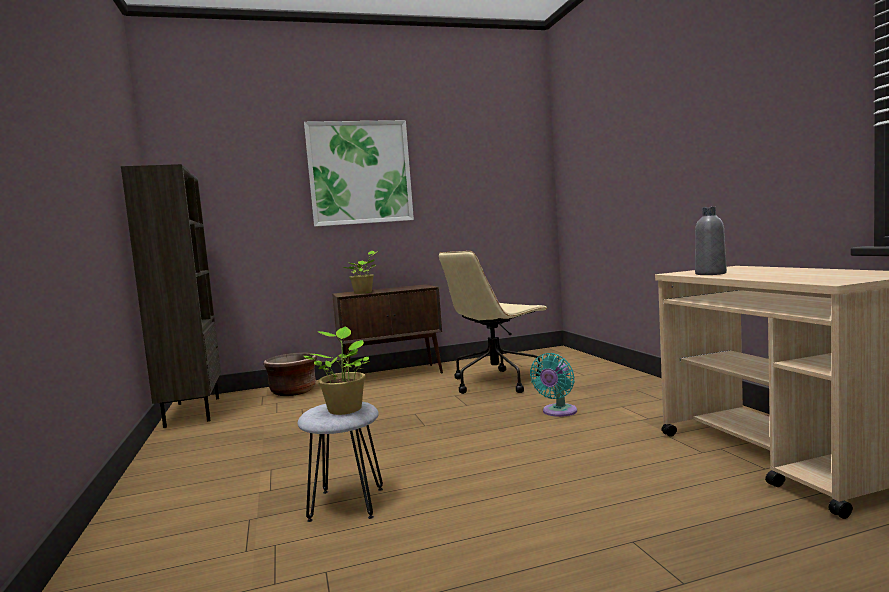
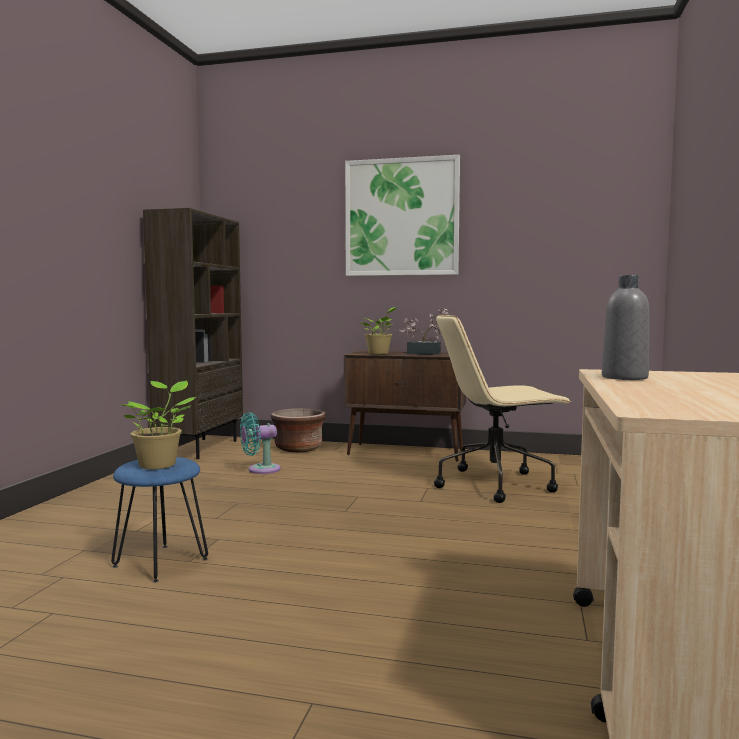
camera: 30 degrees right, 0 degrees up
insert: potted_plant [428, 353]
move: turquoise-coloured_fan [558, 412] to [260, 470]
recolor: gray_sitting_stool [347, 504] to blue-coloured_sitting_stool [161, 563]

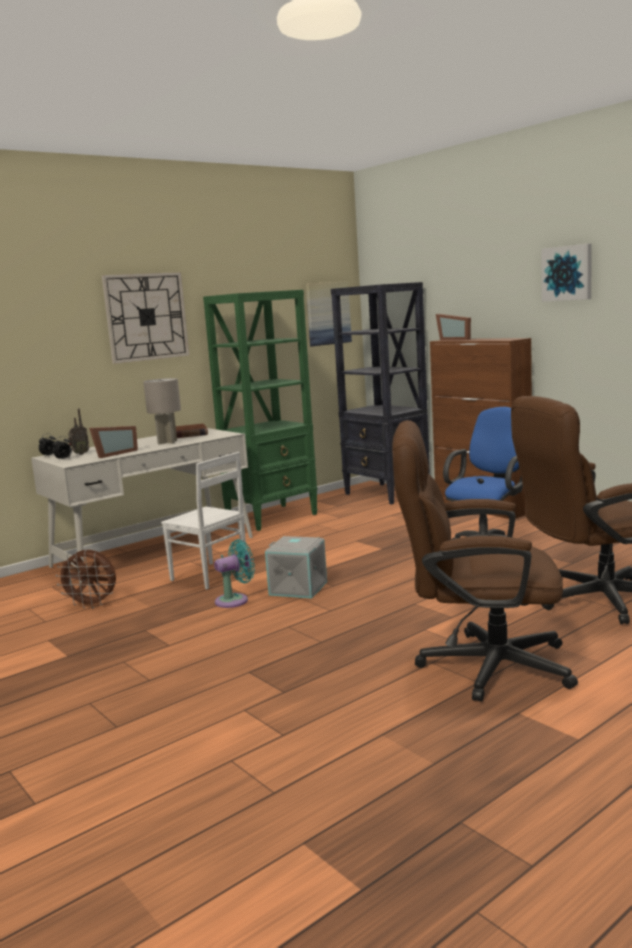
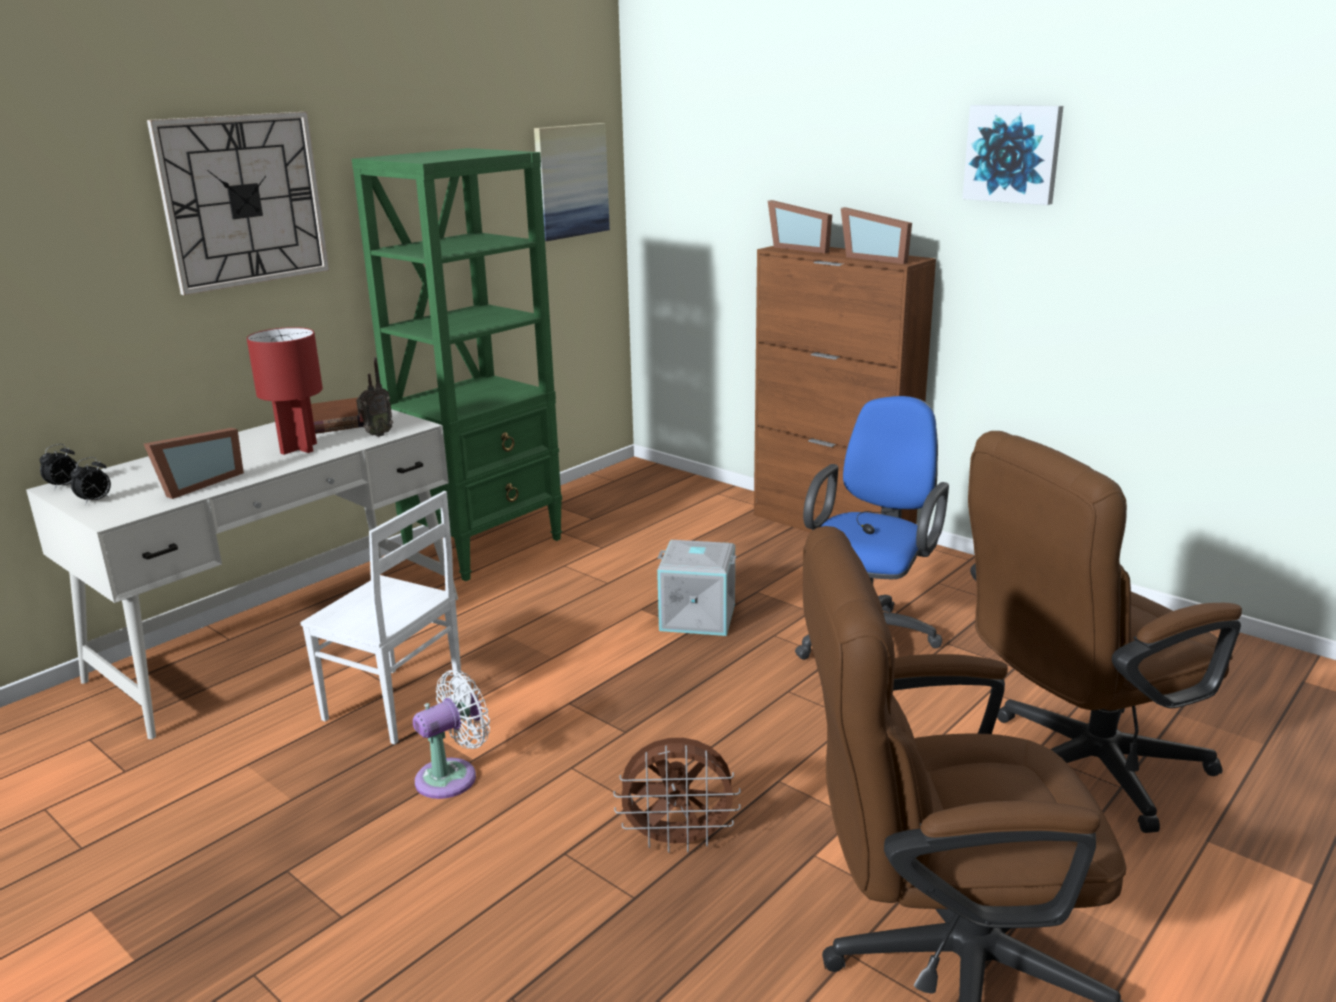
camera: 10 degrees left, 10 degrees up
delete: black_shelving_unit [387, 494]
insert: photo_frame [877, 258]
move: radio_receiver [79, 454] to [376, 435]; brown_fan [92, 605] to [678, 840]; gray_storage_container [299, 588] to [698, 616]
recolor: gray_tabletop_lamp [167, 442] to red-coloured_tabletop_lamp [299, 448]; turquoise-coloured_fan [235, 600] to white_fan [452, 776]

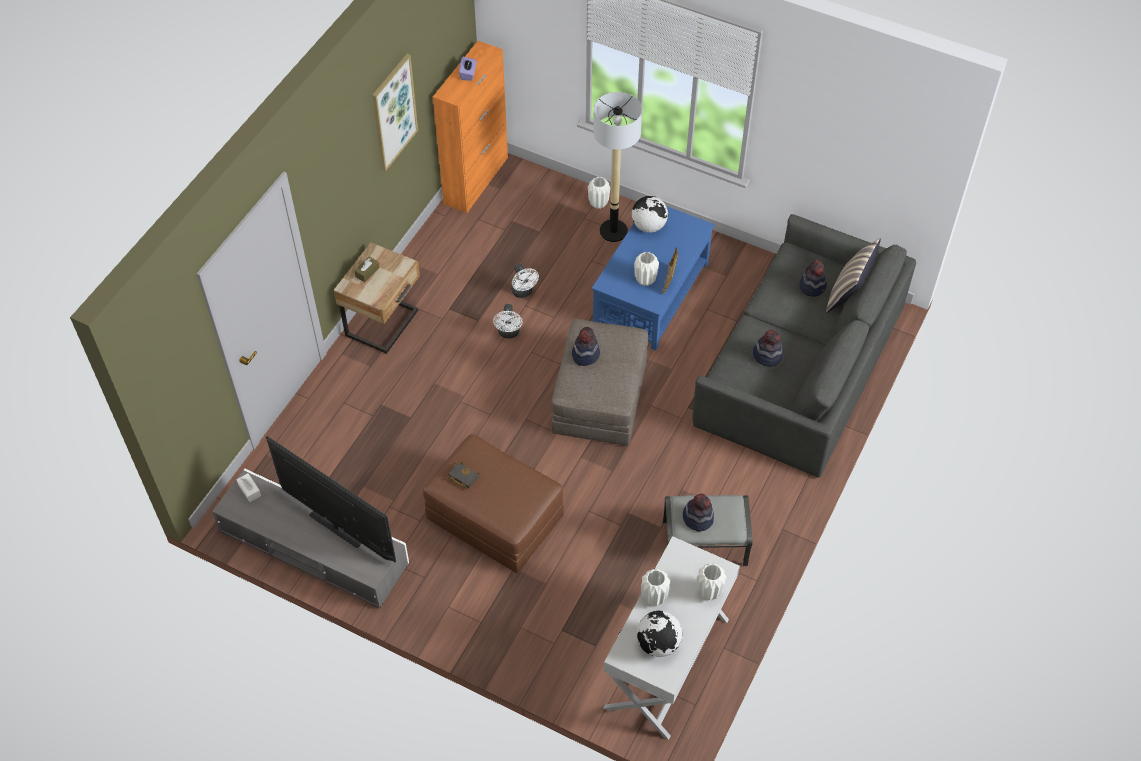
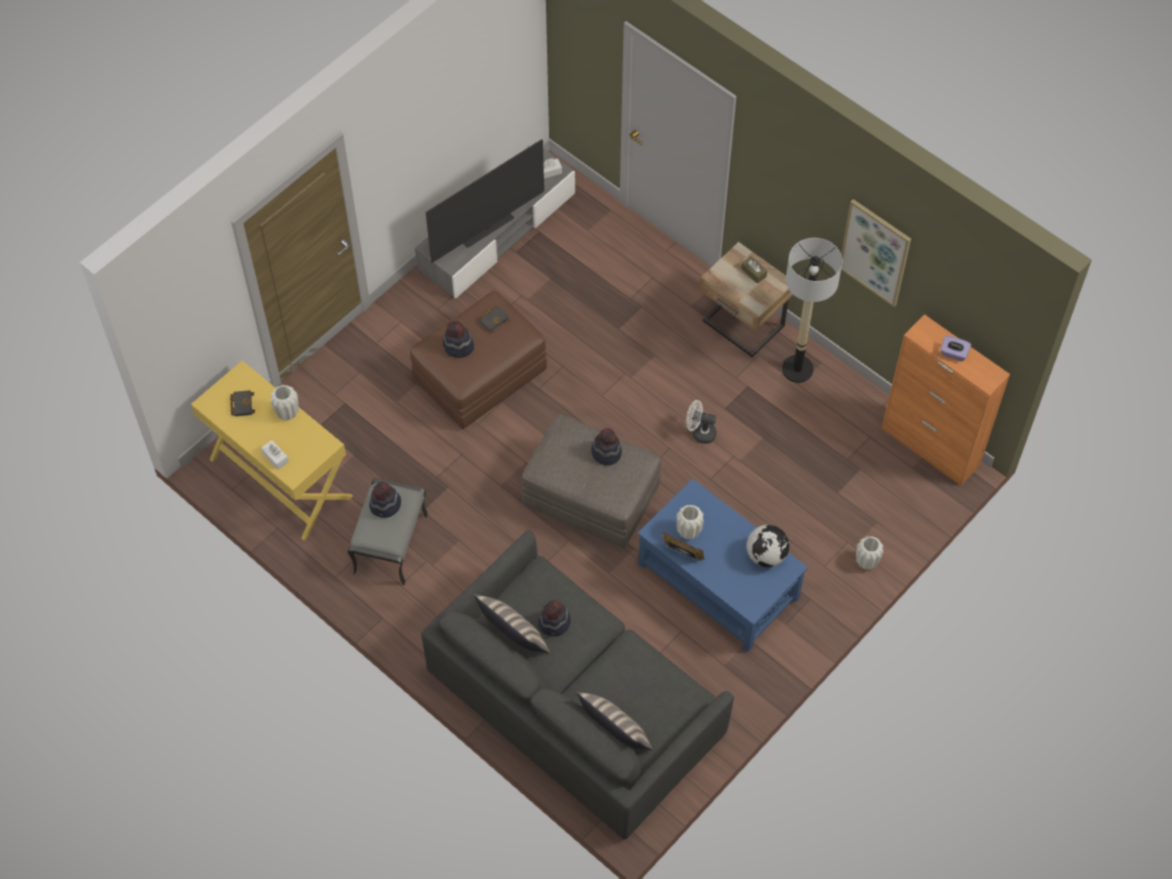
camera: 105 degrees right, 5 degrees up
delete: white_fan [523, 292]
insert: throw_pillow [513, 639]
move: wearable_hat [812, 286] to [458, 347]; standard_lamp [613, 231] to [797, 369]
replace: desk_globe [658, 644] to black_book [241, 404]; white_flower_vase [709, 592] to white_box_of_tissues [275, 457]
recolor: white_hall_table [667, 663] to yellow_hall_table [280, 478]

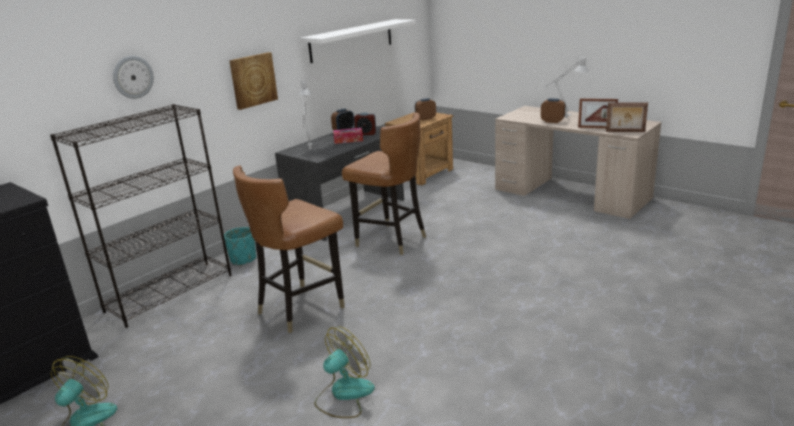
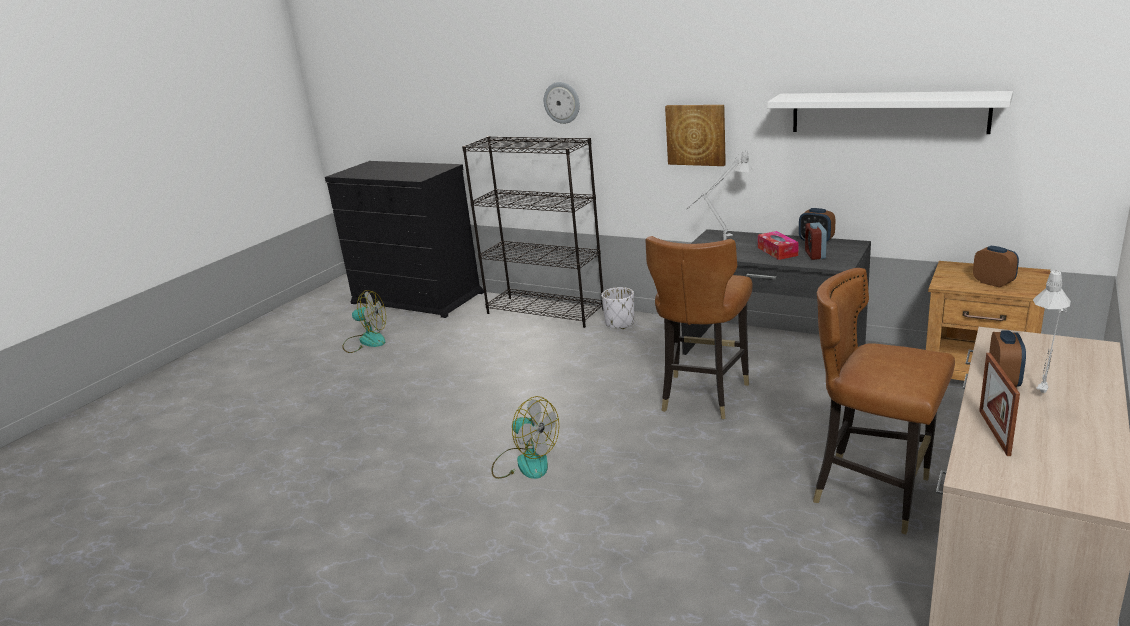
camera: 80 degrees right, 0 degrees up
delete: photo_frame [625, 132]
move: fan [344, 394] to [525, 462]; brown_upright_chair [300, 308] to [874, 493]
recolor: turquoise-coloured_flower_pot [243, 259] to white_flower_pot [620, 323]

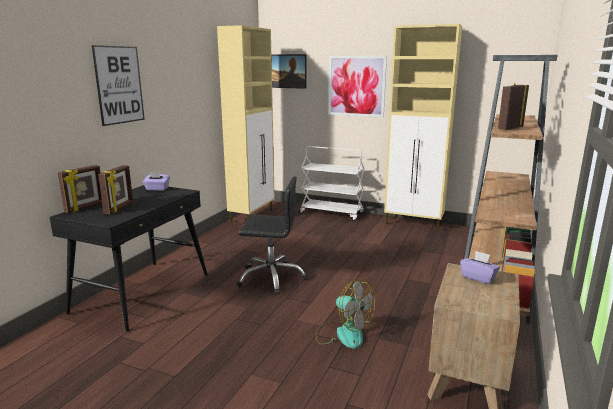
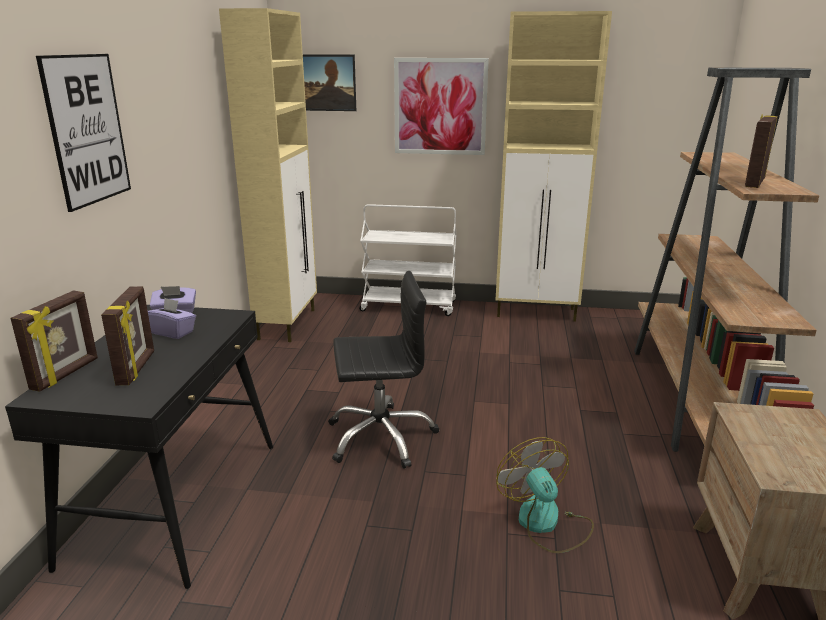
camera: 15 degrees left, 5 degrees up
move: purplish_box_of_tissues [478, 277] to [172, 332]
rotate: fan [343, 333] = [546, 523] 135 degrees counterclockwise

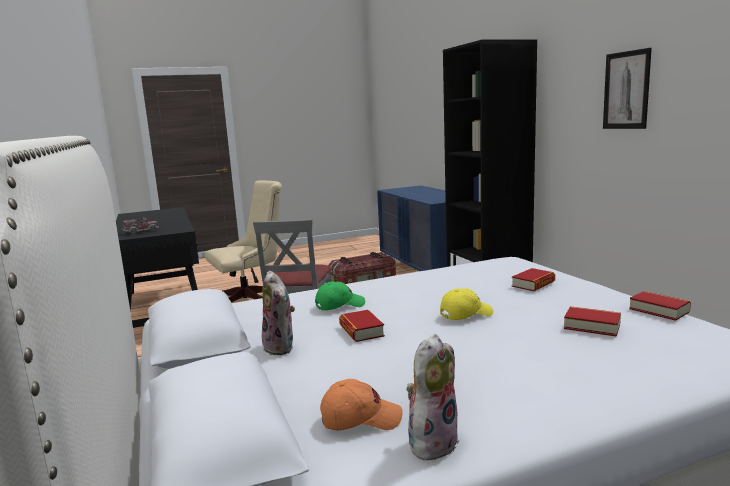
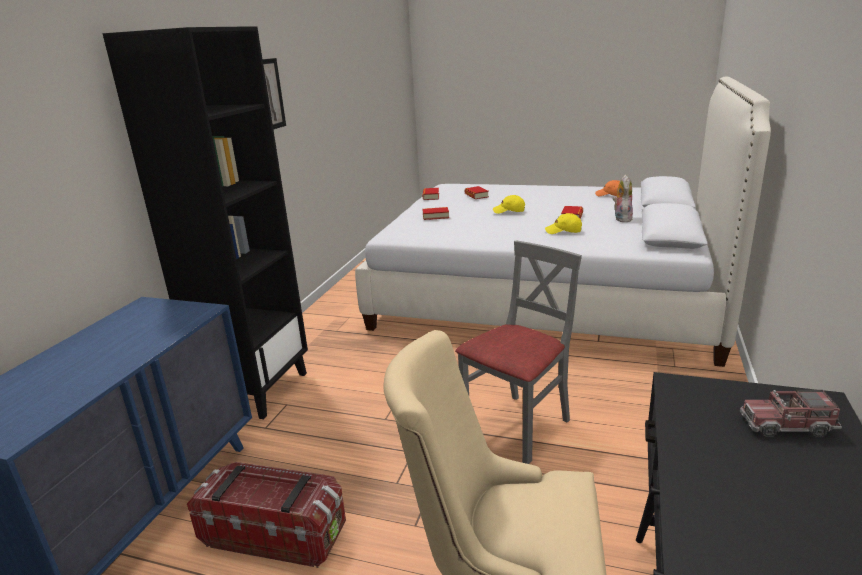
camera: 140 degrees left, 10 degrees up
delete: plush_toy [432, 441]
recolor: green-coloured_baseball_cap [340, 305] to yellow_baseball_cap [563, 231]

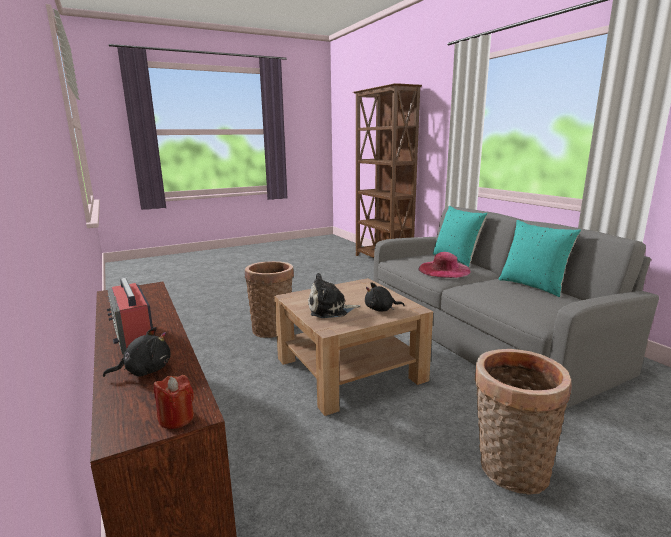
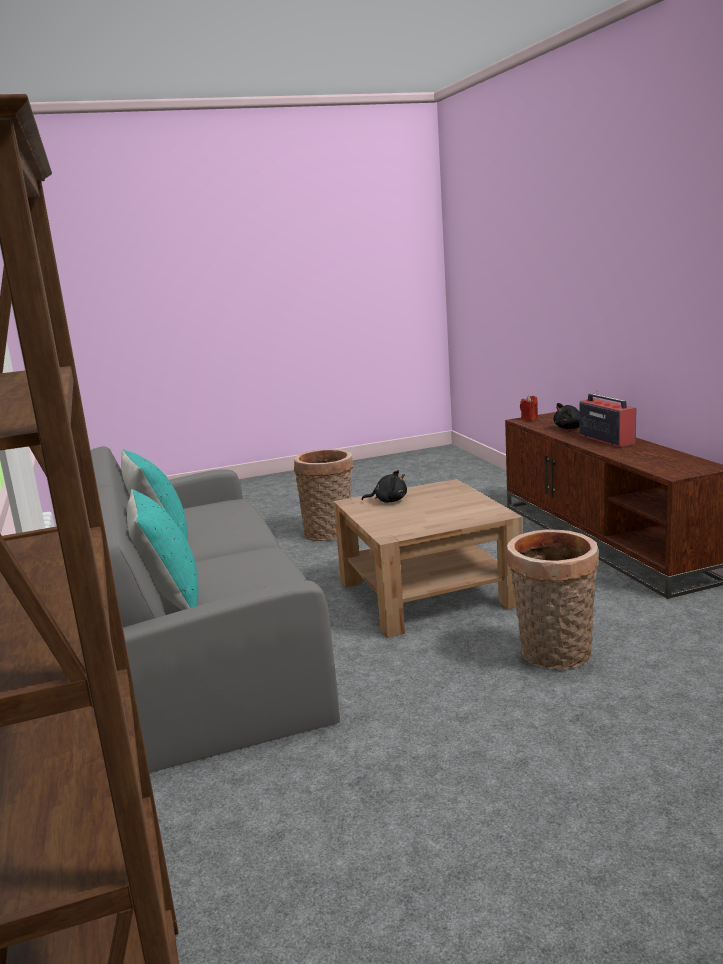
camera: 170 degrees left, 0 degrees up
delete: plush_toy [330, 310]; pinkish_wearable_hat [444, 270]

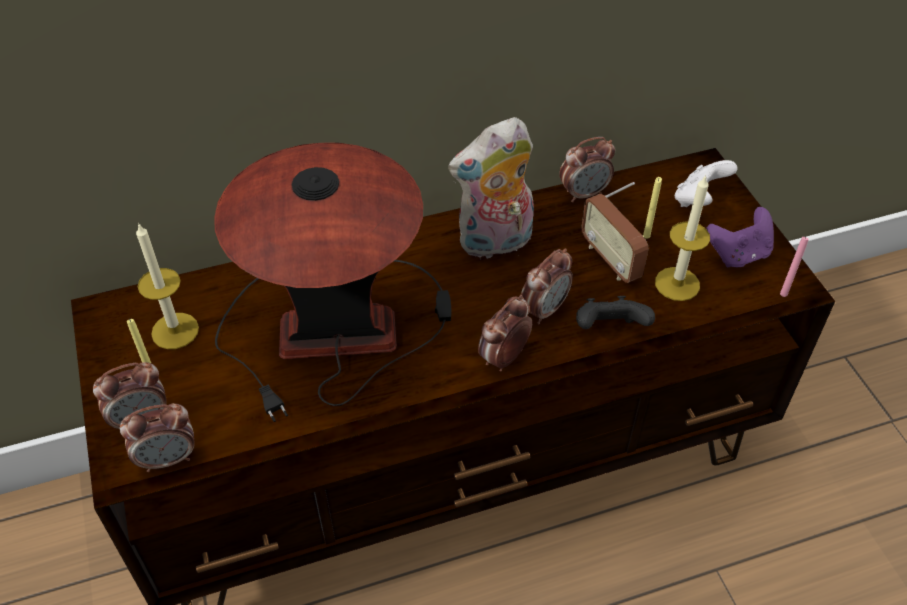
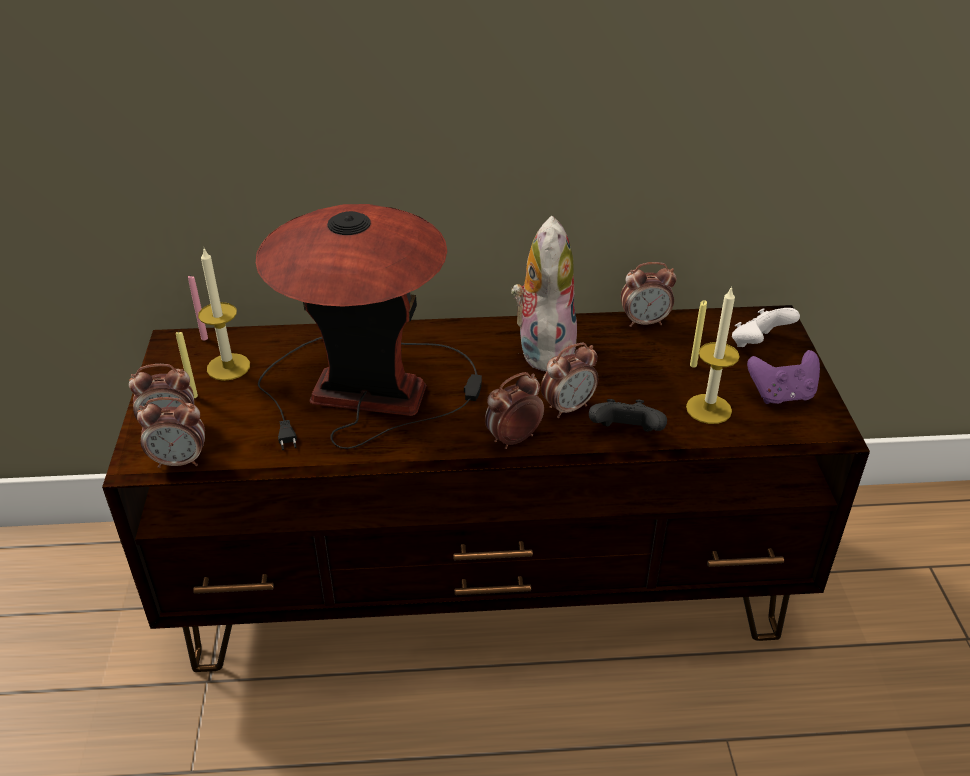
camera: 15 degrees right, 10 degrees down
delete: radio_receiver [610, 260]
move: pinkish_wax_light [783, 294] to [204, 338]
rotate: plush_toy [495, 243] = [543, 347] 105 degrees clockwise

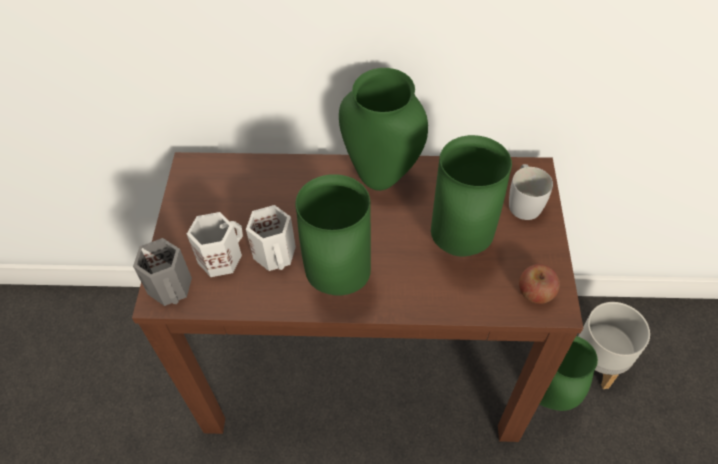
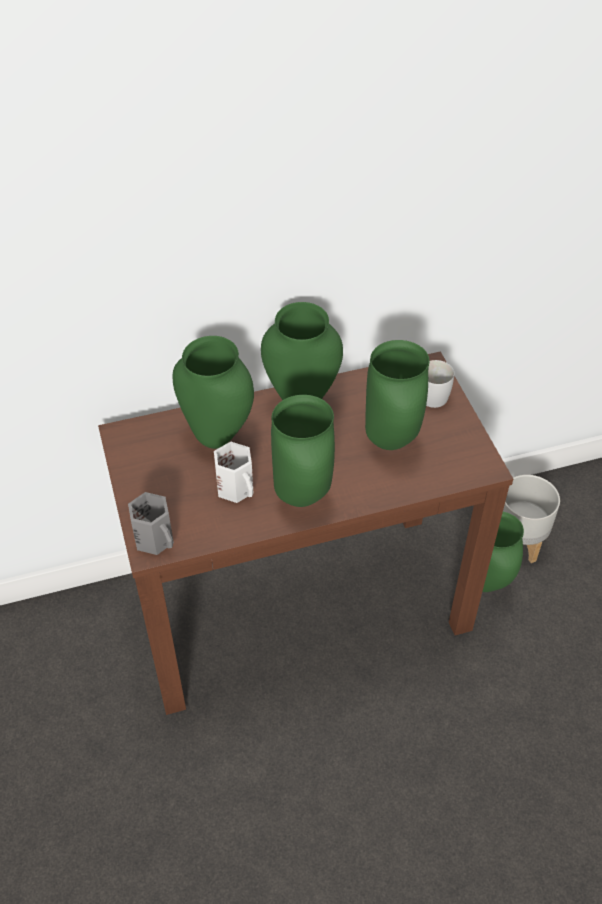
camera: 20 degrees left, 5 degrees down
delete: white_coffee_mug [220, 257]; apple [535, 292]
insert: green-coloured_flower_vase [217, 438]

